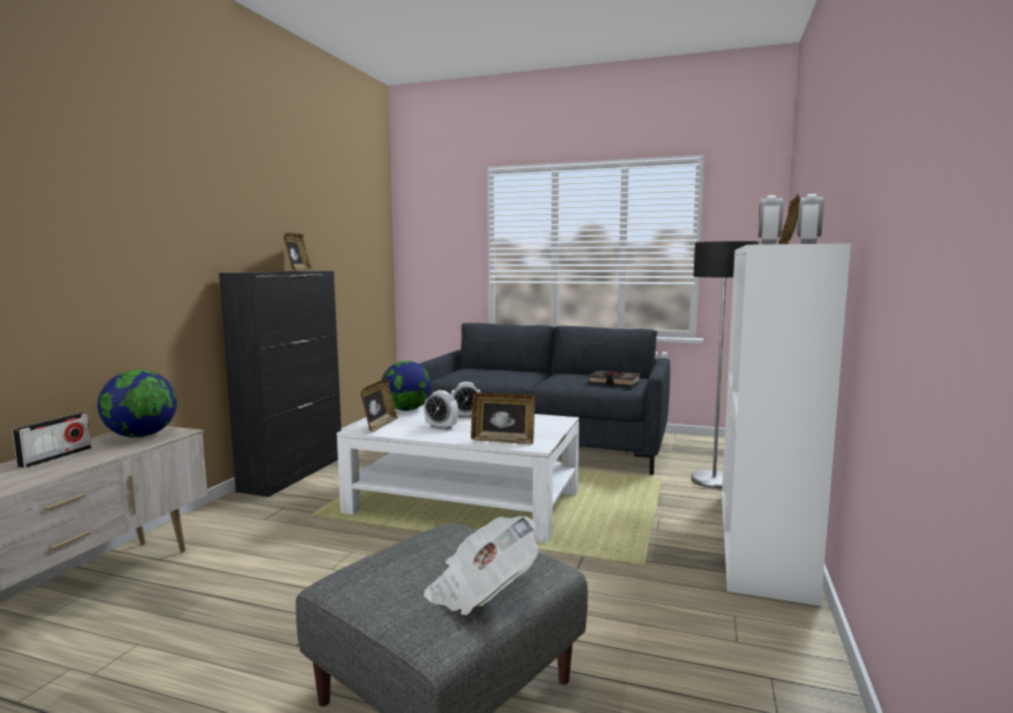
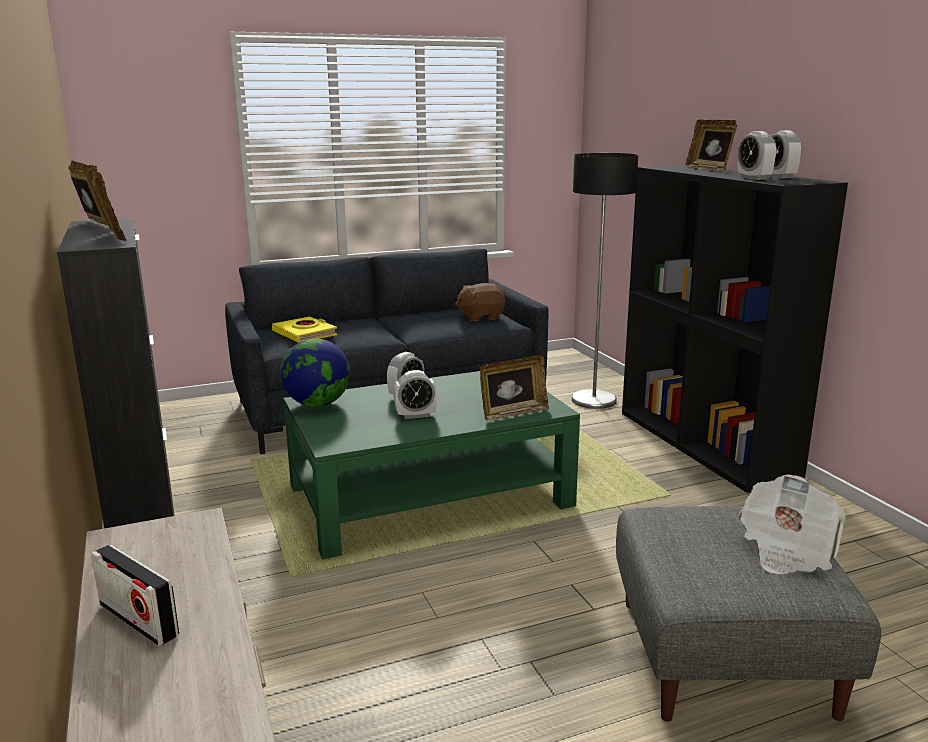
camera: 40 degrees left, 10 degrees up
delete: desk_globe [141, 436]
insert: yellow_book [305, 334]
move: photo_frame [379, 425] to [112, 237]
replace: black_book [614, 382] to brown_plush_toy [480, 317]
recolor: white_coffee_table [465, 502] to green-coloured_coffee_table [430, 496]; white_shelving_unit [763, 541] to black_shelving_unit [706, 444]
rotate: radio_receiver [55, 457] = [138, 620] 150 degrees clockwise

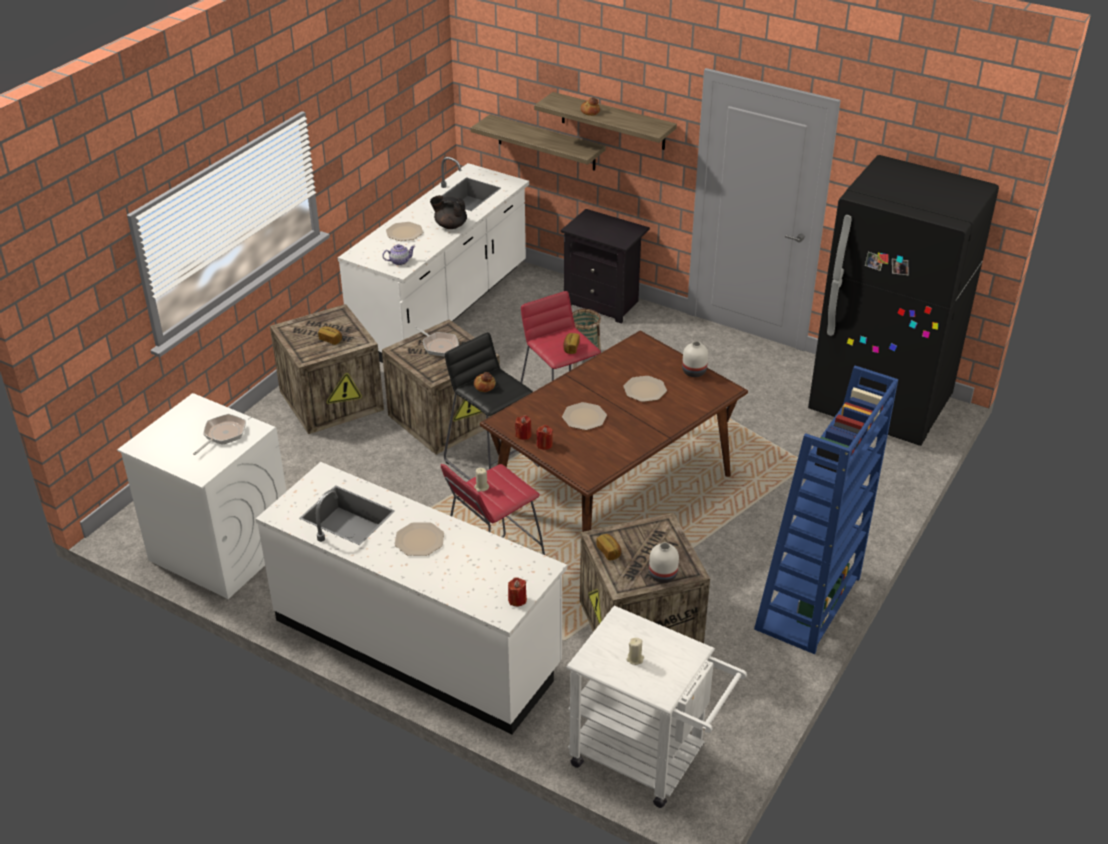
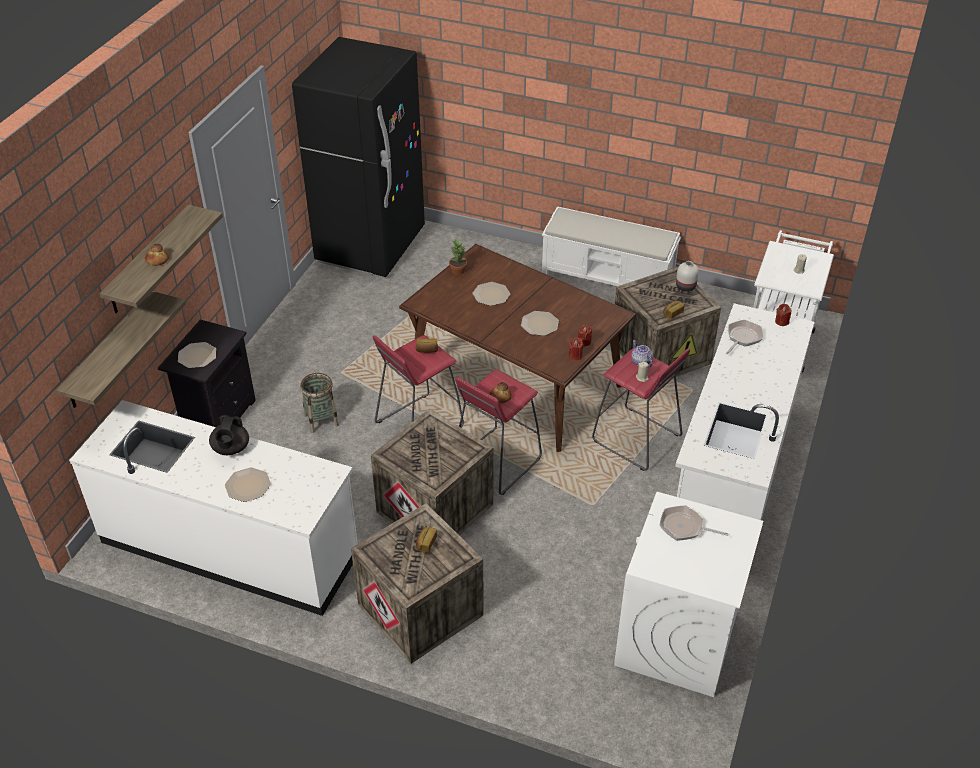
camera: 100 degrees left, 5 degrees up
move: flat_dish [419, 540] to [197, 356]; tea_pot [399, 261] to [641, 362]; skillet [438, 345] to [742, 337]
replace: white_flower_vase [694, 371] to potted_plant [458, 270]; blue-coloured_shelving_unit [808, 604] to white_indoor_bench [608, 277]
recolor: black_sitting_stool [492, 463] to red-coloured_sitting_stool [495, 462]

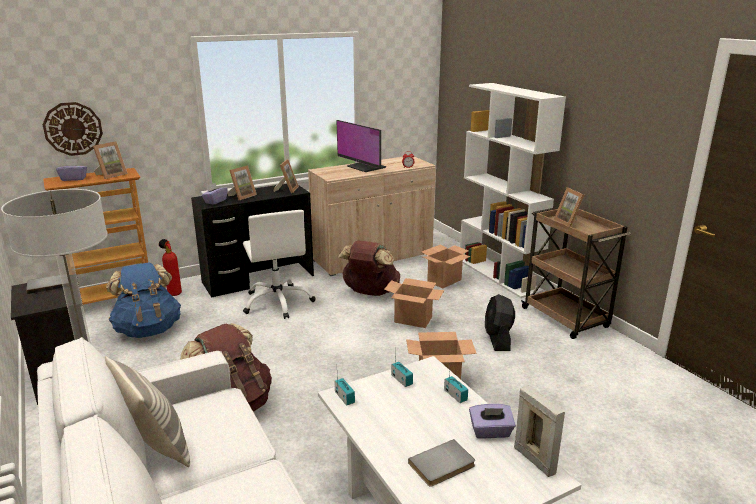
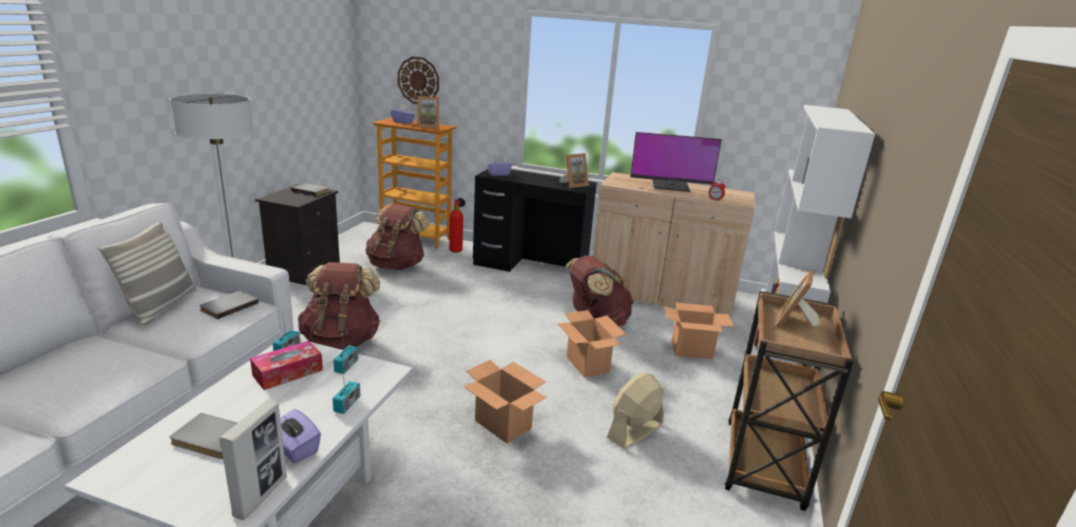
camera: 45 degrees right, 0 degrees up
delete: photo_frame [242, 196]; white_computer_chair [278, 302]
insert: gray_book [228, 306]; box_of_tissues [288, 372]
recolor: blue-coloured_rucksack [148, 329] to brown_rucksack [397, 265]; black_fan [498, 339] to sand-coloured_fan [635, 431]
rotate: computer_screen [365, 167] = [670, 186] 90 degrees counterclockwise

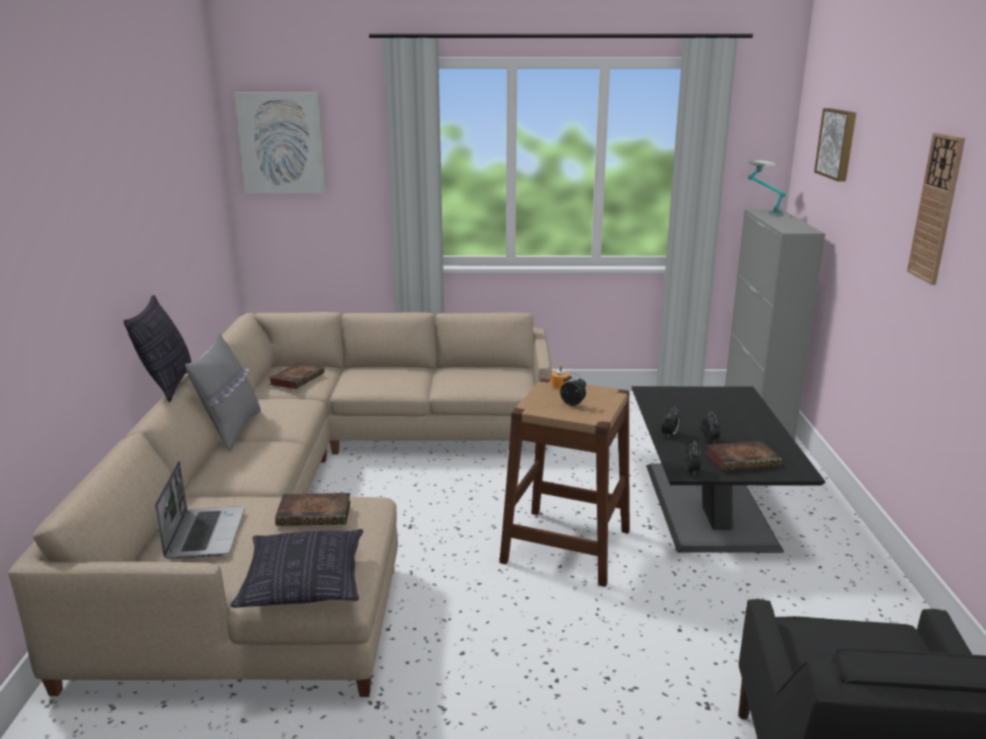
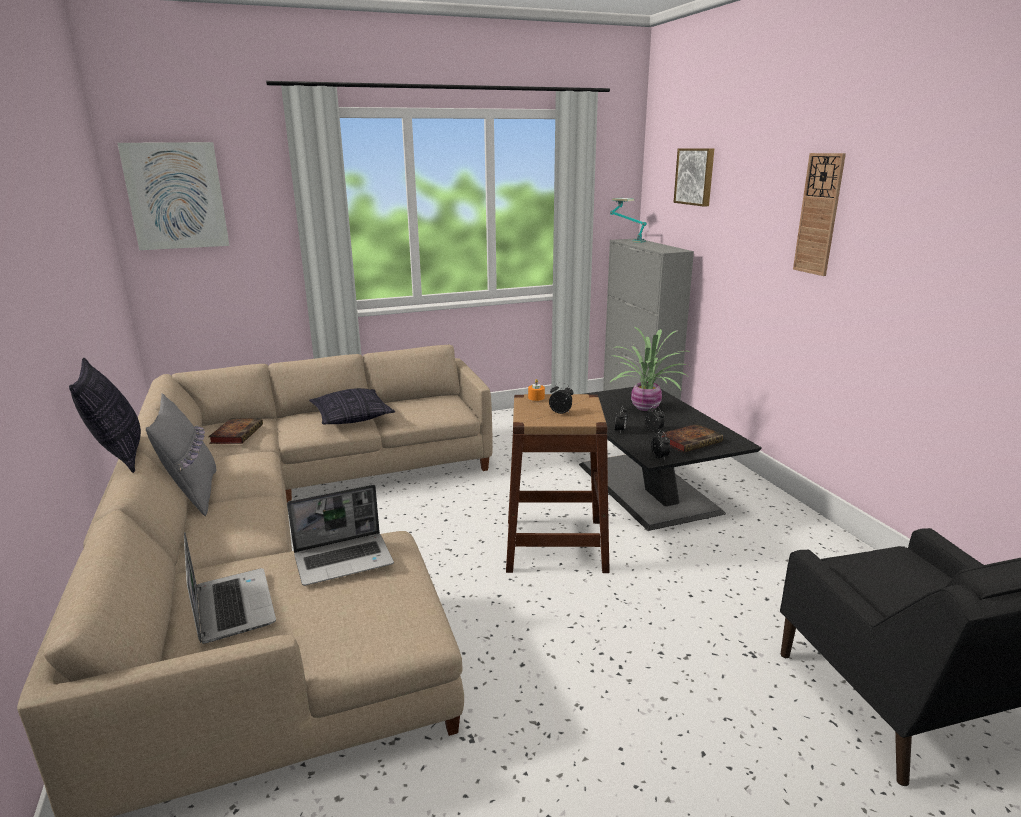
camera: 20 degrees left, 0 degrees up
insert: potted_plant [645, 408]
move: throw_pillow [304, 584] to [351, 418]
replace: book [316, 513] to notebook_computer [344, 560]

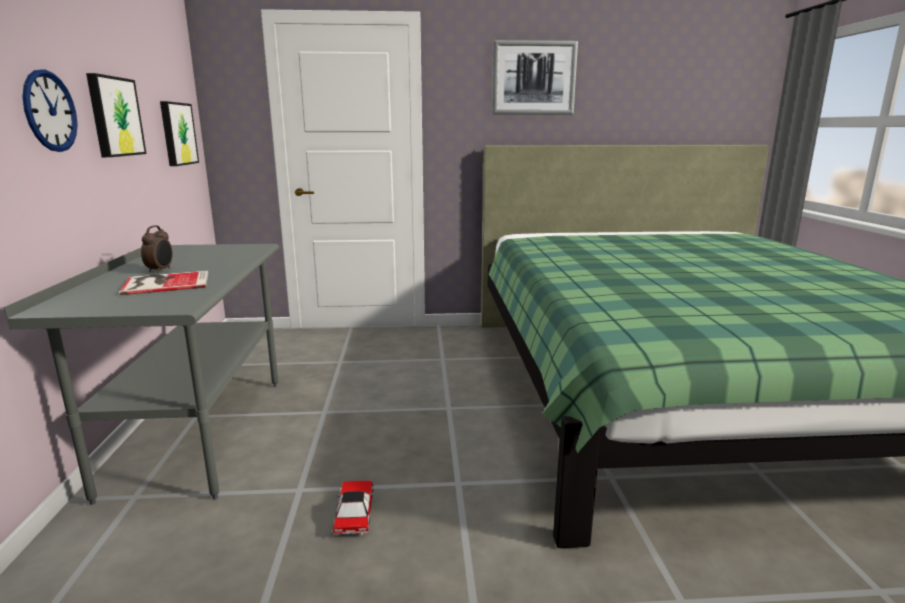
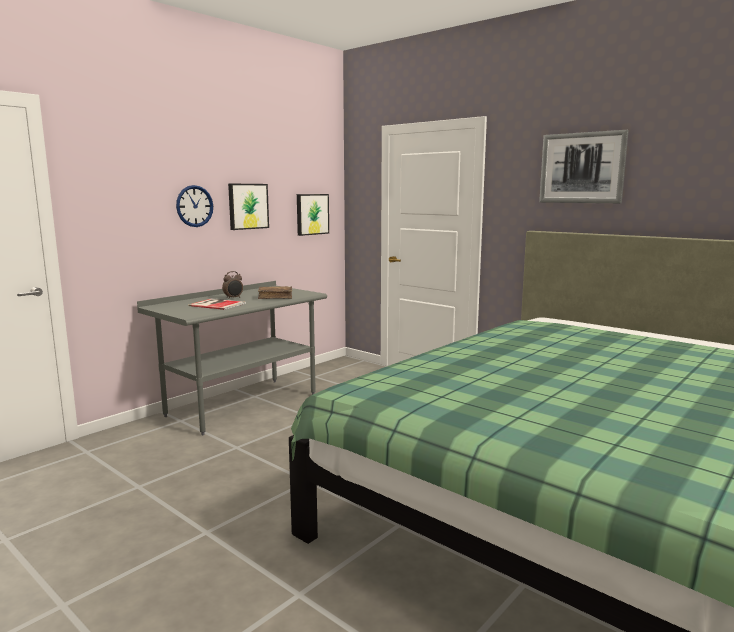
camera: 45 degrees right, 5 degrees down
delete: model_car [354, 513]
insert: brown_book [275, 297]

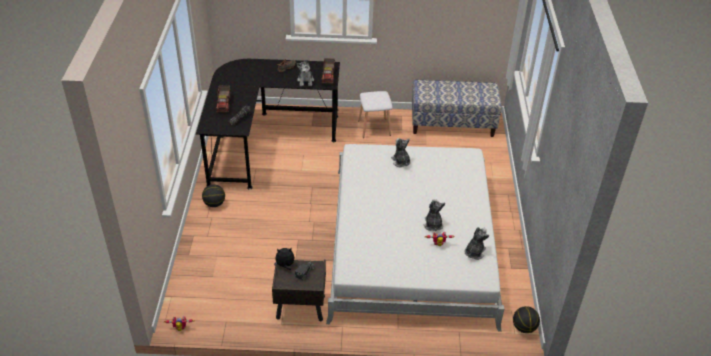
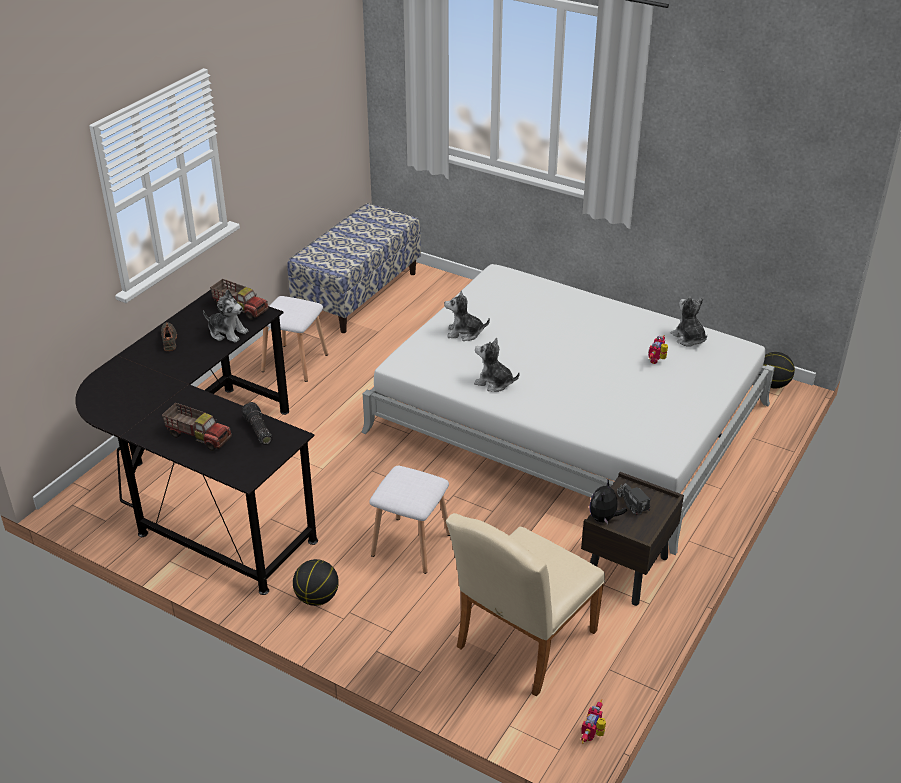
camera: 60 degrees left, 5 degrees down
insert: white_sitting_stool [411, 545]; sand-coloured_upright_chair [521, 644]
move: plush_toy [433, 225] to [494, 383]

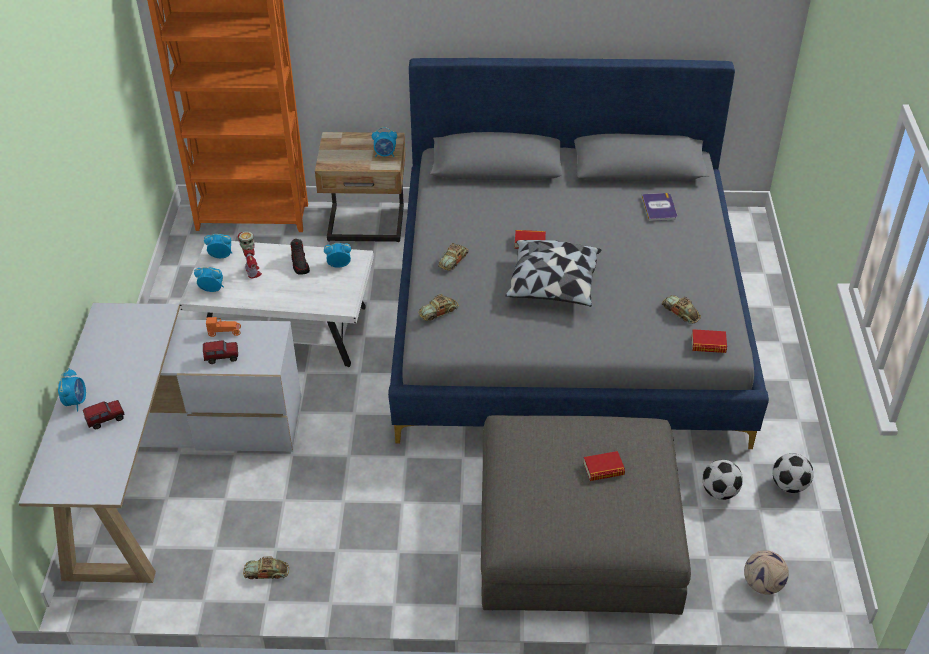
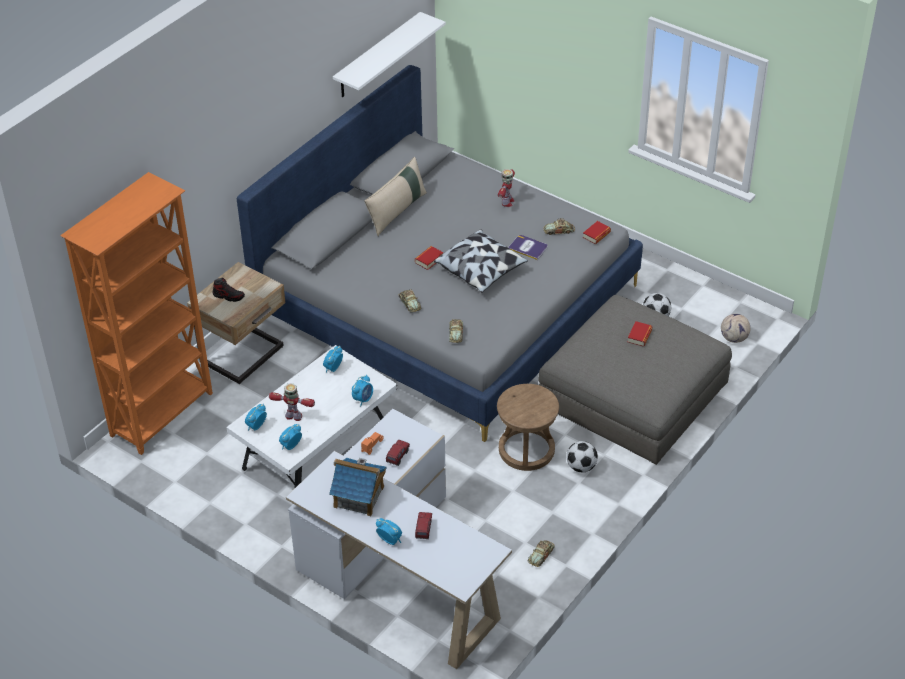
camera: 55 degrees left, 0 degrees up
insert: toy_house [359, 497]; white_bracket_shelf [378, 56]; sand-coloured_throw_pillow [397, 211]; brown_sitting_stool [527, 450]; model_robot [507, 202]
move: low_shoe [300, 264] to [228, 296]; alarm_clock [385, 154] to [363, 399]; book [659, 207] to [528, 247]; football_ball [789, 485] to [581, 467]

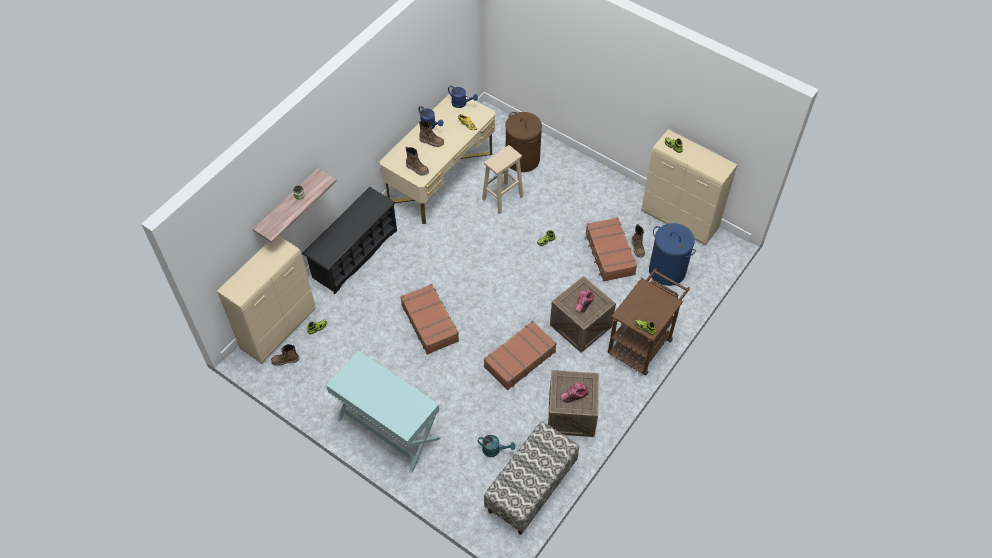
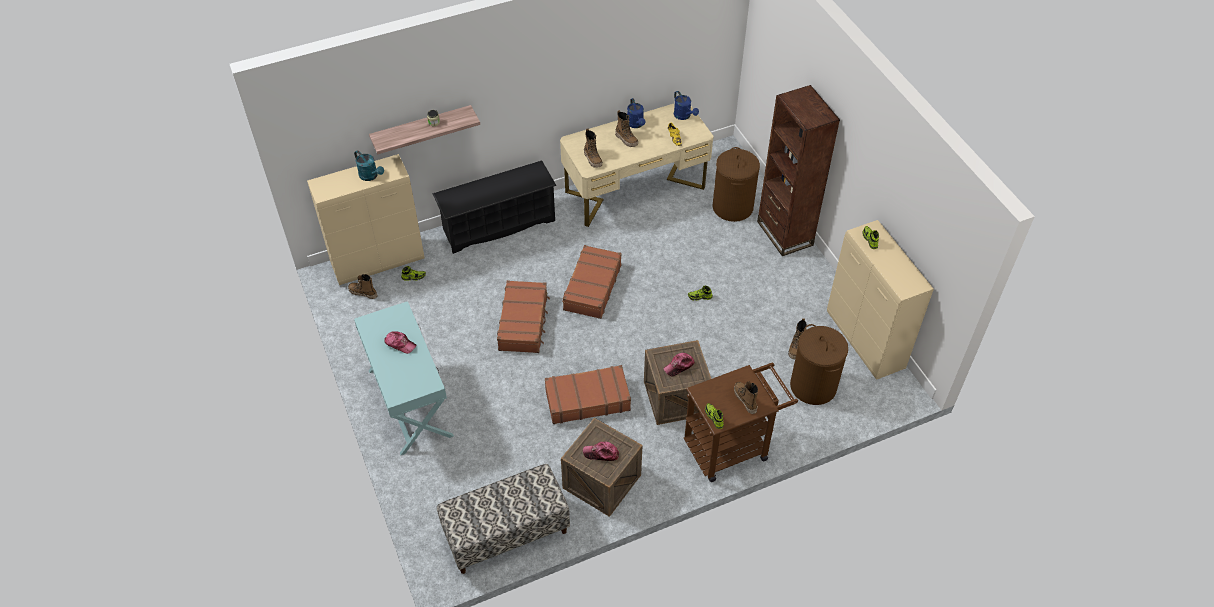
camera: 30 degrees right, 5 degrees down
delete: sand-coloured_sitting_stool [502, 198]
insert: baseball_cap [400, 344]; tall_boot [745, 400]; brown_shelving_unit [784, 233]
move: turquoise-coloured_watering_can [494, 450] to [371, 176]; brown_piece_of_luggage [609, 254] to [592, 287]
recolor: blue-coloured_laundry_basket [667, 270] to brown_laundry_basket [813, 386]

